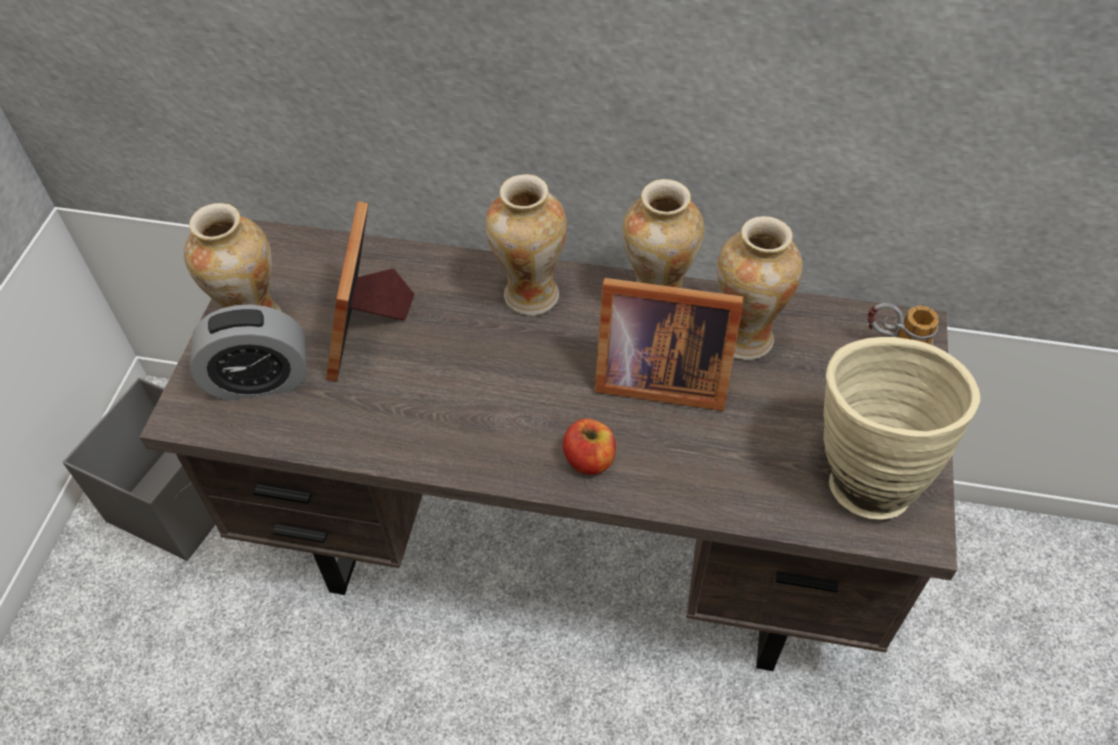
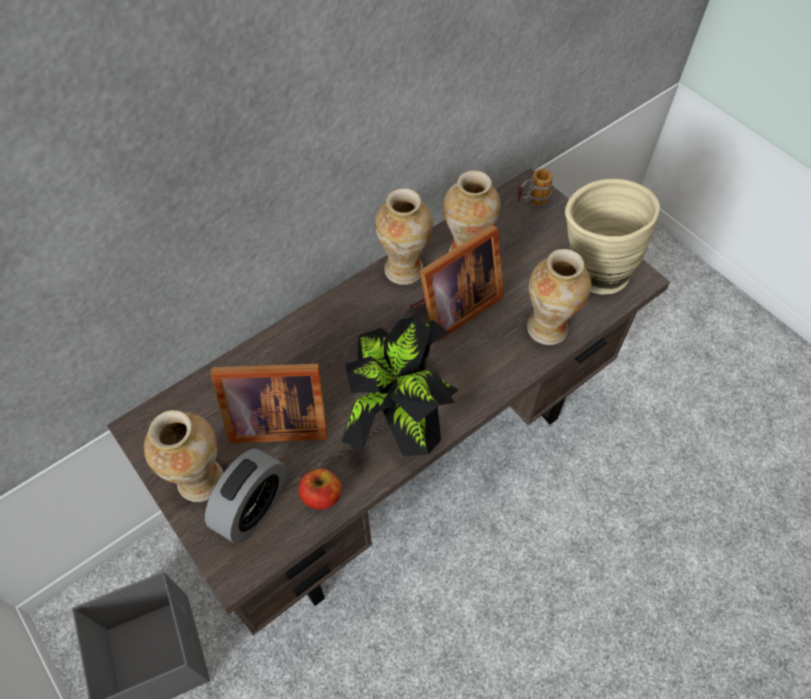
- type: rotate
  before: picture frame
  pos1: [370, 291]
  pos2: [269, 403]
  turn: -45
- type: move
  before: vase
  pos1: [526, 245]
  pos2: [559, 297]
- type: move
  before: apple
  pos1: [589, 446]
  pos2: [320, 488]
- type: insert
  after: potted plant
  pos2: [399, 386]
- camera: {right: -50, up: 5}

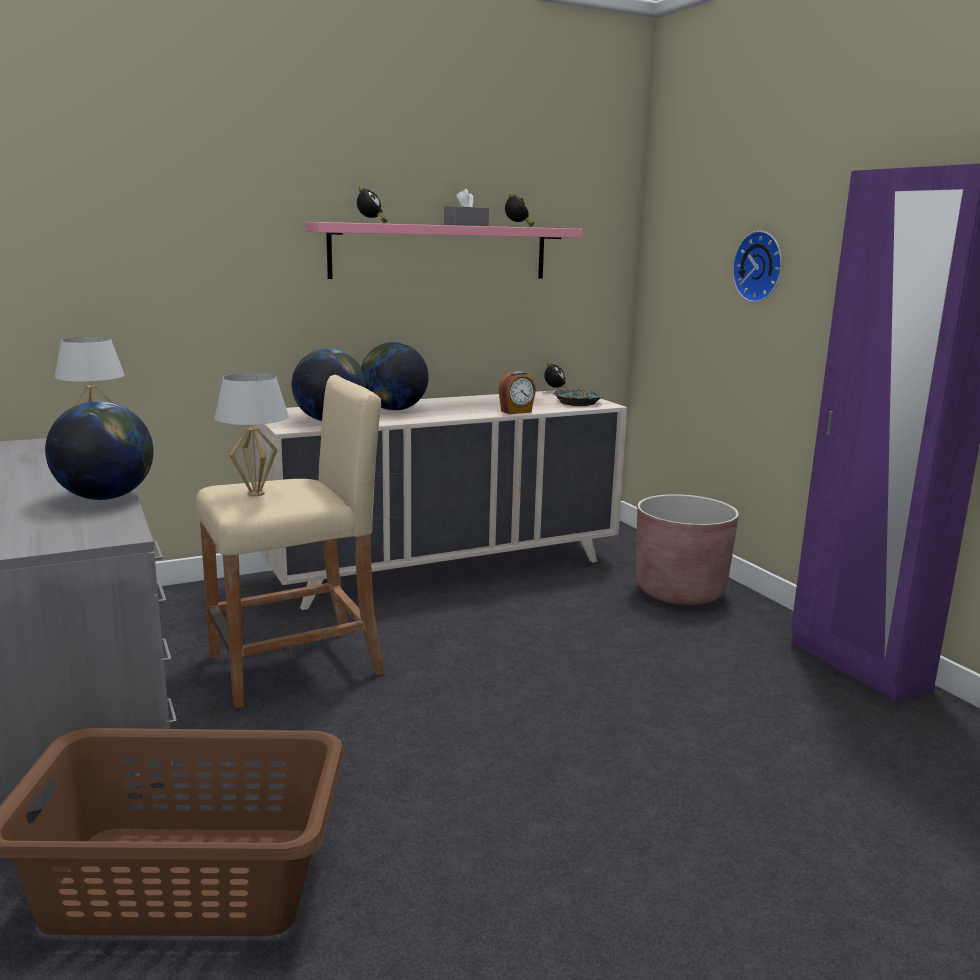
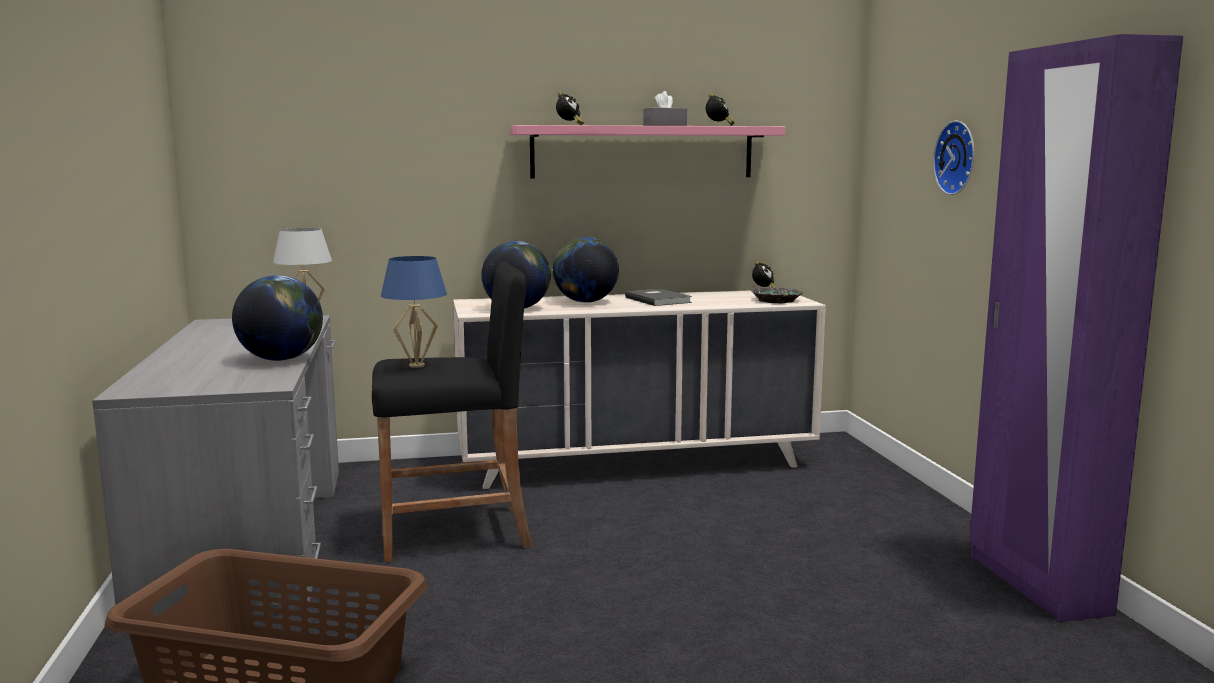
- type: recolor
  before: stool in beige
  after: stool in black
  pos1: [291, 541]
  pos2: [452, 411]
- type: recolor
  before: table lamp in white
  after: table lamp in blue
  pos1: [251, 435]
  pos2: [414, 312]
- type: delete
  before: alarm clock
  pos1: [517, 392]
- type: delete
  before: planter in brown
  pos1: [687, 549]
- type: insert
  after: book in grey
  pos2: [658, 297]
- camera: {right: 15, up: -5}

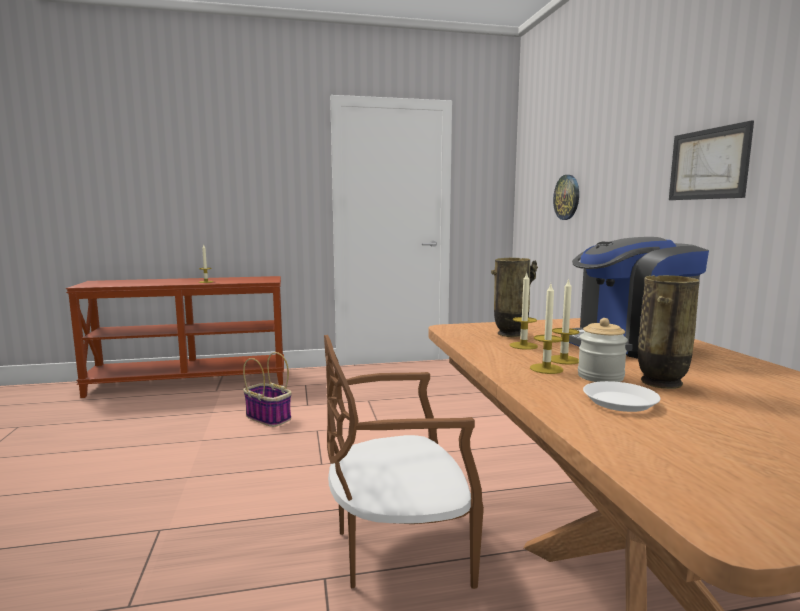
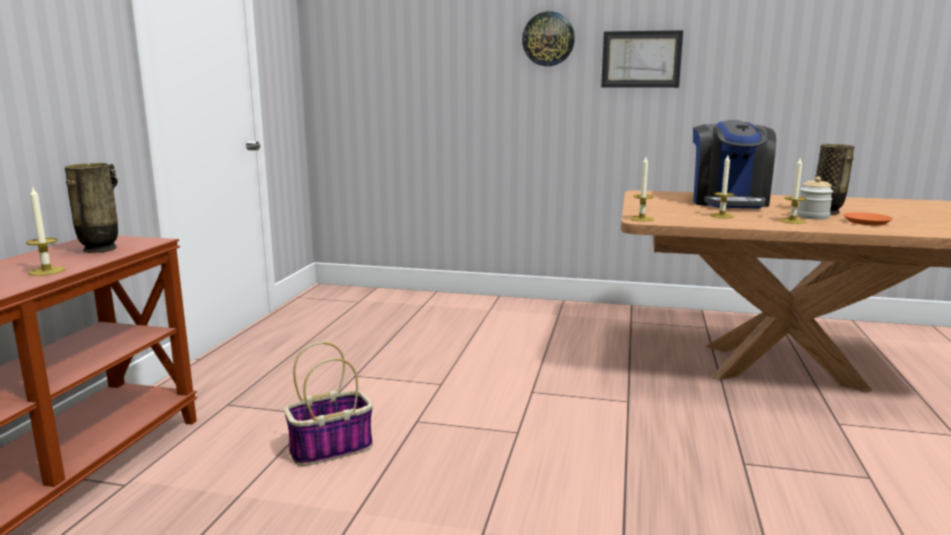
- type: delete
  before: chair in brown
  pos1: [404, 462]
- type: move
  before: vase
  pos1: [514, 297]
  pos2: [91, 208]
- type: move
  before: candle
  pos1: [565, 321]
  pos2: [642, 189]
- type: move
  before: wall clock
  pos1: [566, 197]
  pos2: [548, 38]
- type: recolor
  before: plate in white
  after: plate in orange
  pos1: [622, 396]
  pos2: [868, 218]
- camera: {right: -65, up: 5}

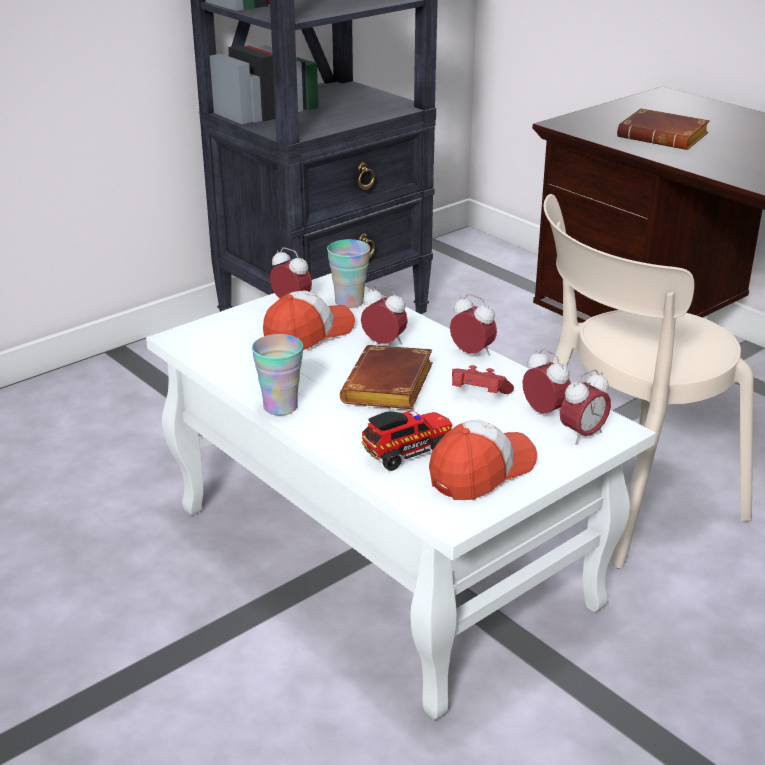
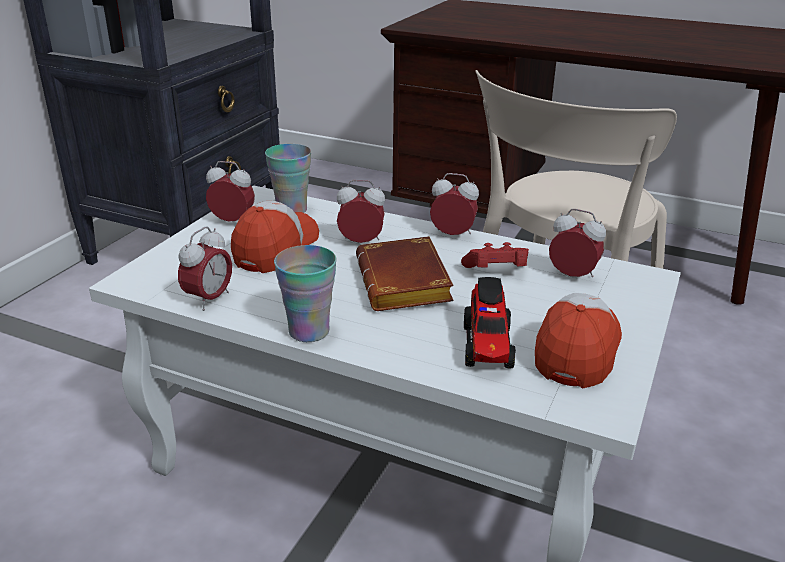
- type: rotate
  before: toy truck
  pos1: [407, 440]
  pos2: [490, 322]
  turn: 150
- type: move
  before: alarm clock
  pos1: [585, 407]
  pos2: [205, 268]
- type: delete
  before: book in brown
  pos1: [663, 129]
- camera: {right: -25, up: 0}

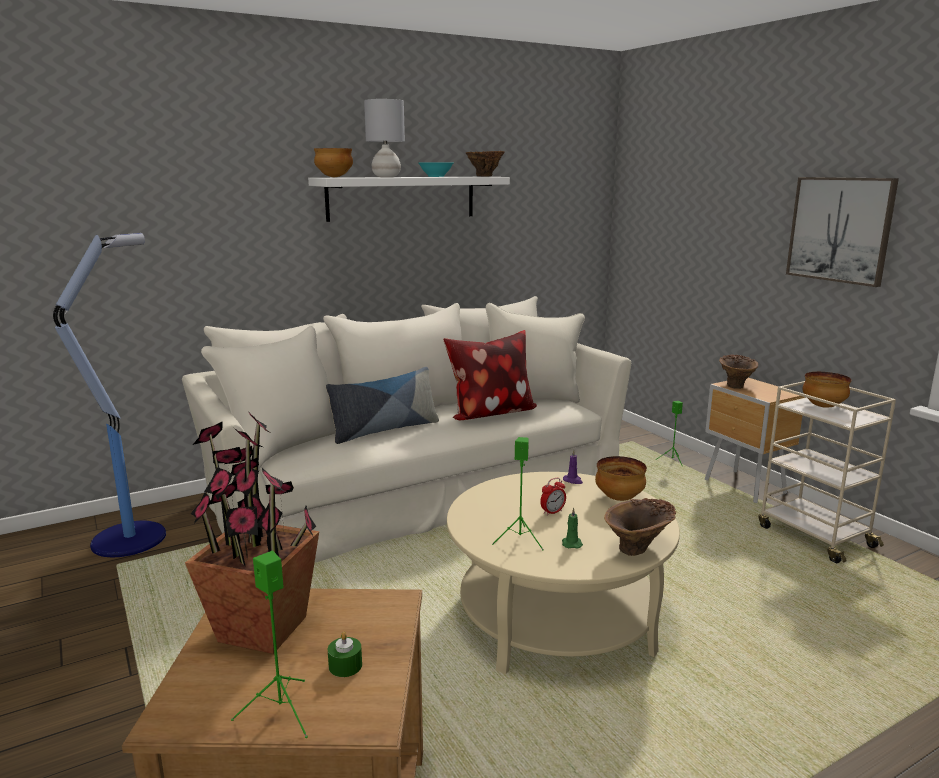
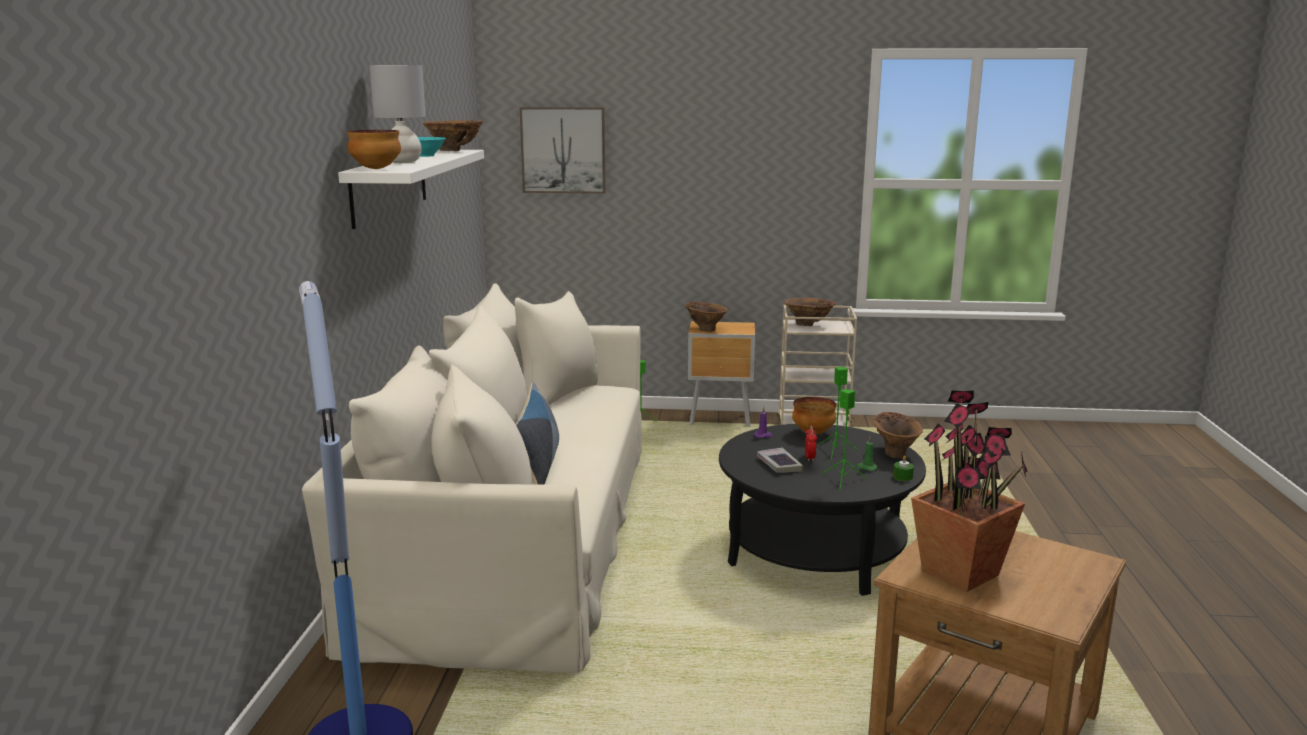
- type: move
  before: speaker in green
  pos1: [269, 644]
  pos2: [838, 414]
- type: move
  before: candle in green
  pos1: [345, 654]
  pos2: [903, 468]
- type: delete
  before: pillow
  pos1: [490, 375]
- type: recolor
  before: coffee table in beige
  after: coffee table in black
  pos1: [563, 573]
  pos2: [822, 510]
- type: move
  before: picture
  pos1: [842, 232]
  pos2: [562, 150]
- type: replace
  before: bowl
  after: vase in brown
  pos1: [827, 390]
  pos2: [810, 312]
- type: insert
  after: book
  pos2: [780, 460]
- camera: {right: -55, up: 0}

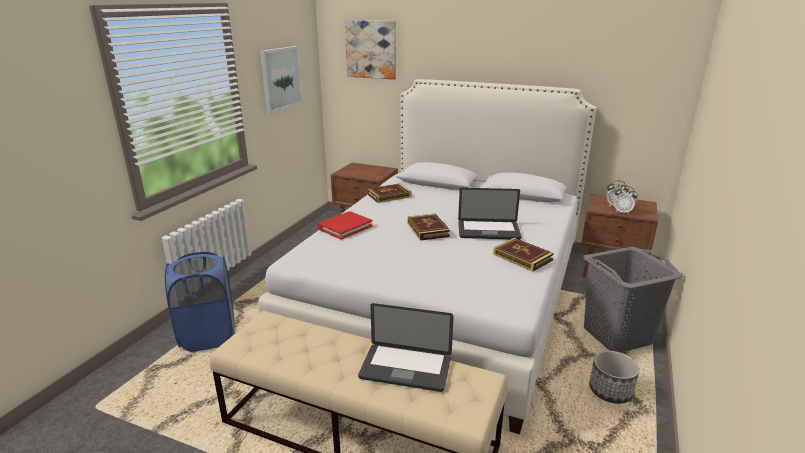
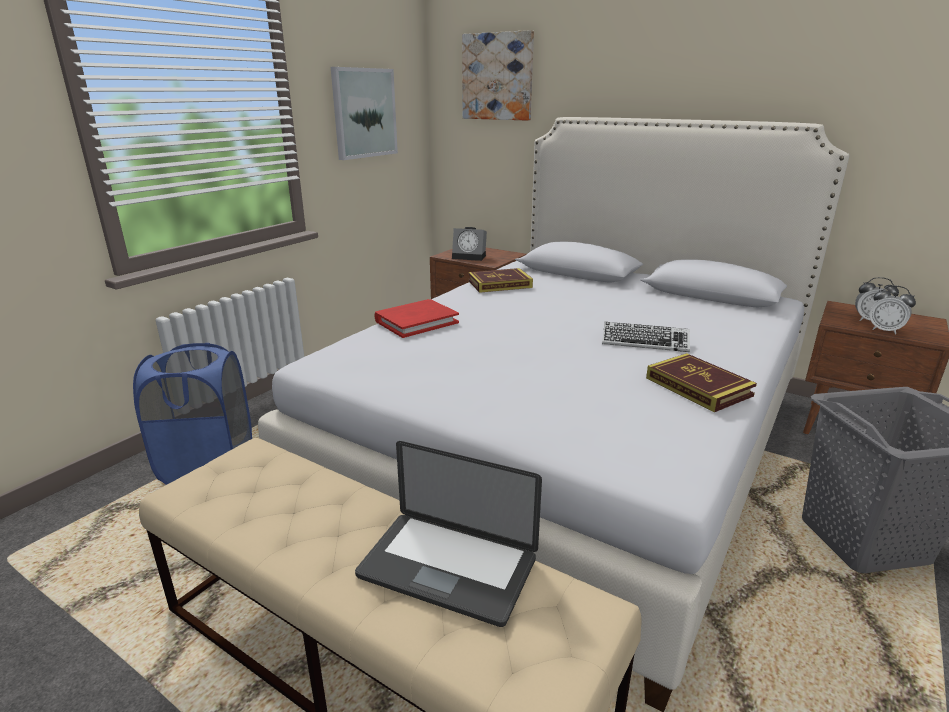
- type: delete
  before: book
  pos1: [429, 227]
- type: replace
  before: laptop
  after: keyboard
  pos1: [490, 214]
  pos2: [646, 337]
- type: delete
  before: planter
  pos1: [614, 377]
- type: insert
  after: alarm clock
  pos2: [469, 244]
- camera: {right: 10, up: 0}

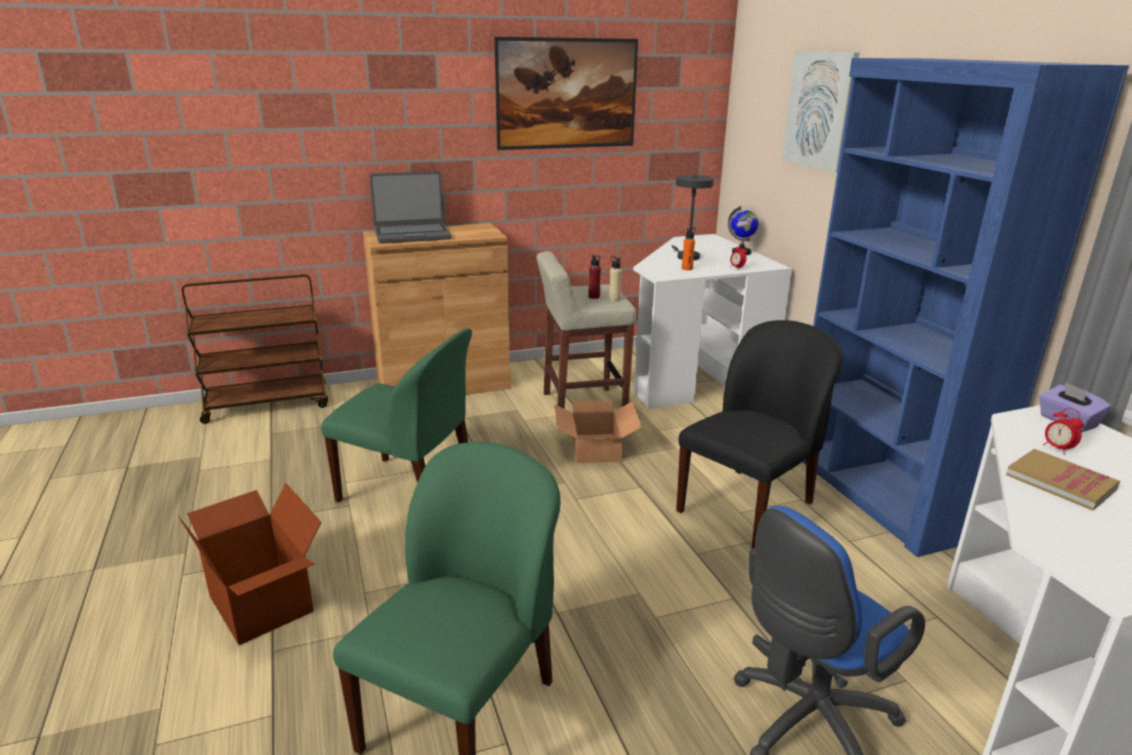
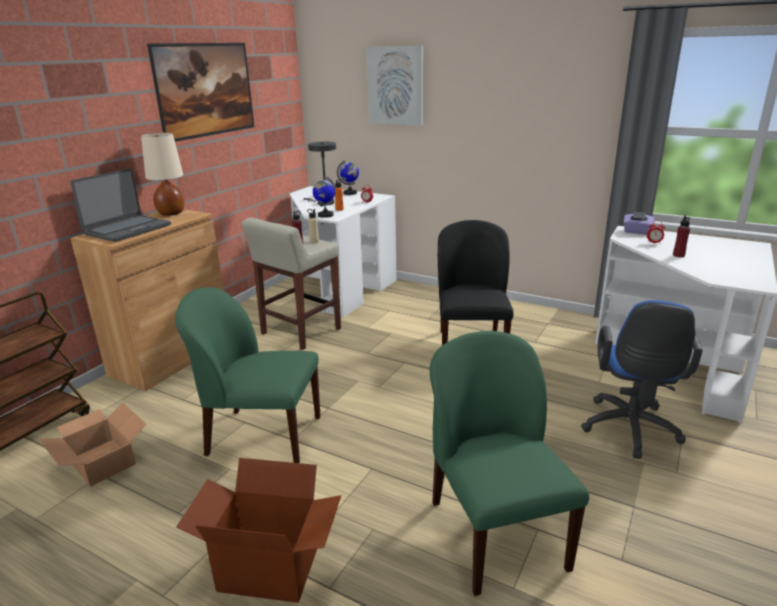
- type: rotate
  before: chair in green
  pos1: [396, 415]
  pos2: [248, 375]
  turn: -150
- type: move
  before: cardboard box
  pos1: [598, 431]
  pos2: [92, 444]
- type: delete
  before: bookcase in blue
  pos1: [966, 307]
- type: replace
  before: book
  after: bottle in red
  pos1: [1063, 480]
  pos2: [681, 236]
- type: insert
  after: table lamp in beige
  pos2: [163, 174]
- type: insert
  after: globe
  pos2: [324, 197]
- camera: {right: -40, up: 0}

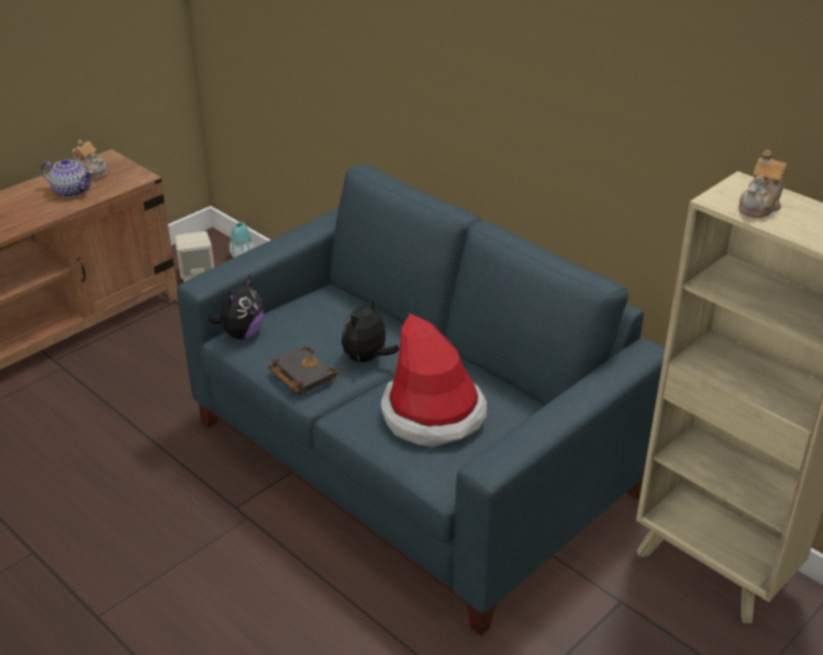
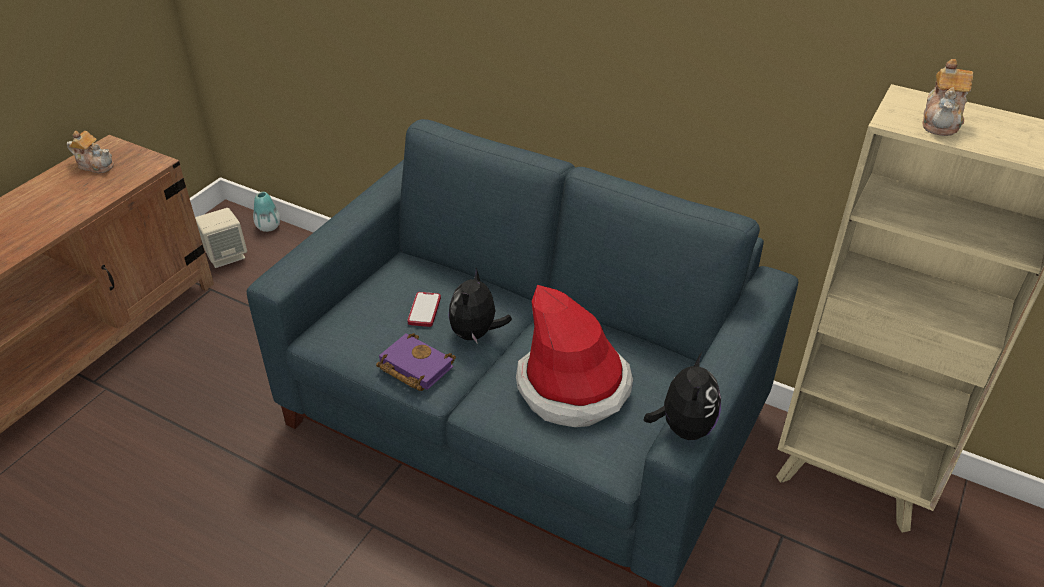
- type: delete
  before: teapot
  pos1: [67, 178]
- type: move
  before: plush toy
  pos1: [236, 307]
  pos2: [682, 396]
- type: recolor
  before: book in black
  after: book in purple
  pos1: [303, 370]
  pos2: [416, 362]
- type: insert
  after: phone
  pos2: [424, 309]
- camera: {right: -15, up: 5}

